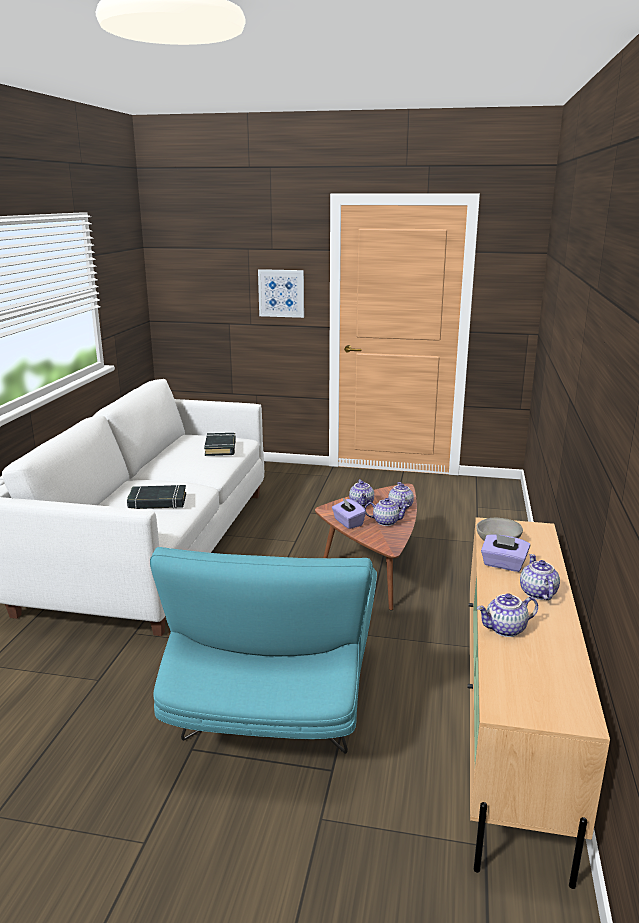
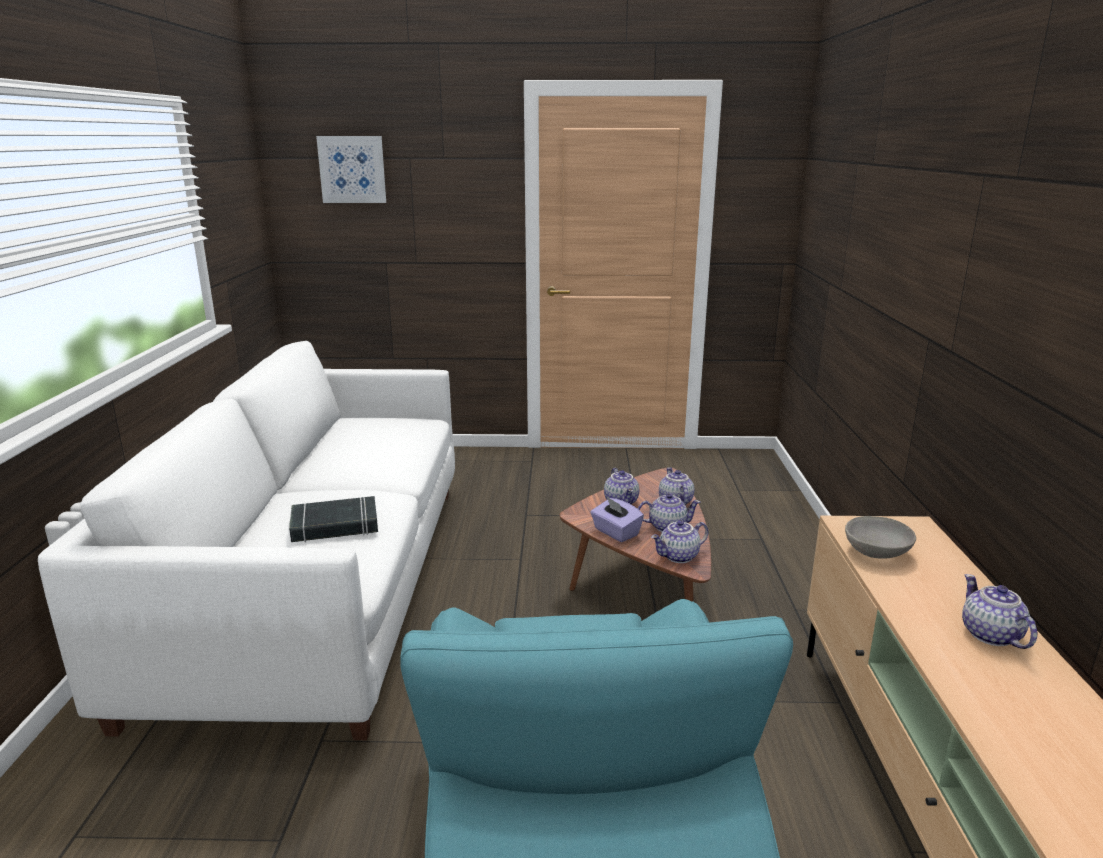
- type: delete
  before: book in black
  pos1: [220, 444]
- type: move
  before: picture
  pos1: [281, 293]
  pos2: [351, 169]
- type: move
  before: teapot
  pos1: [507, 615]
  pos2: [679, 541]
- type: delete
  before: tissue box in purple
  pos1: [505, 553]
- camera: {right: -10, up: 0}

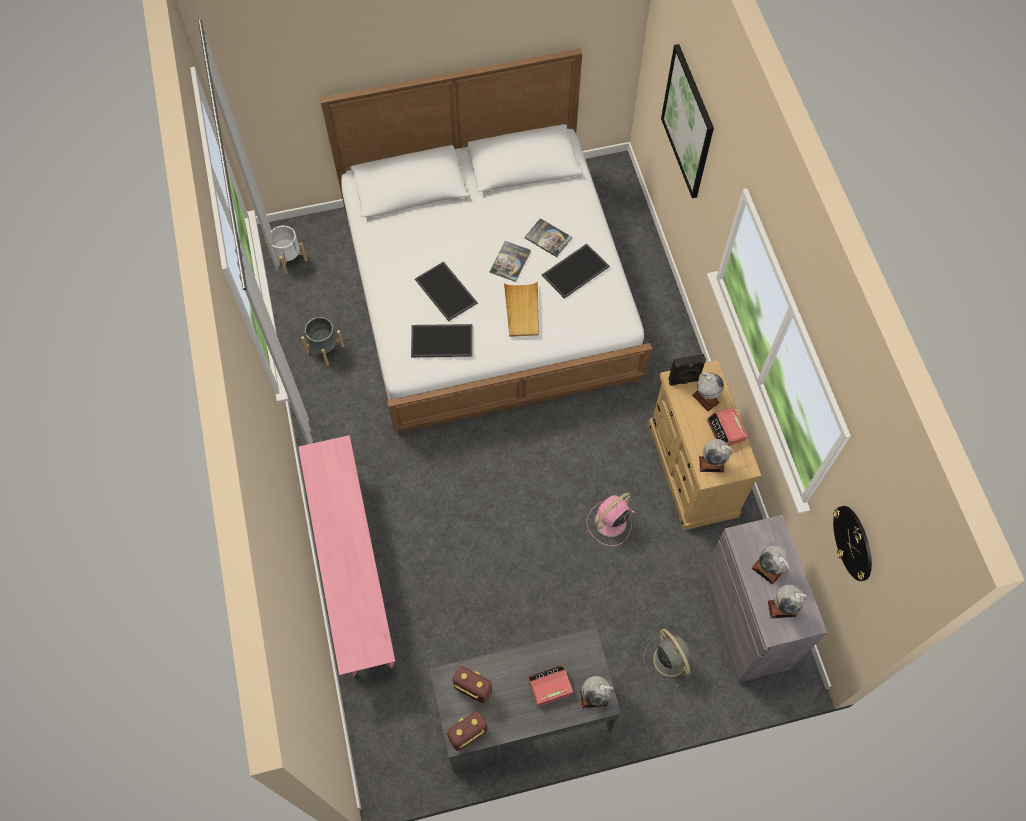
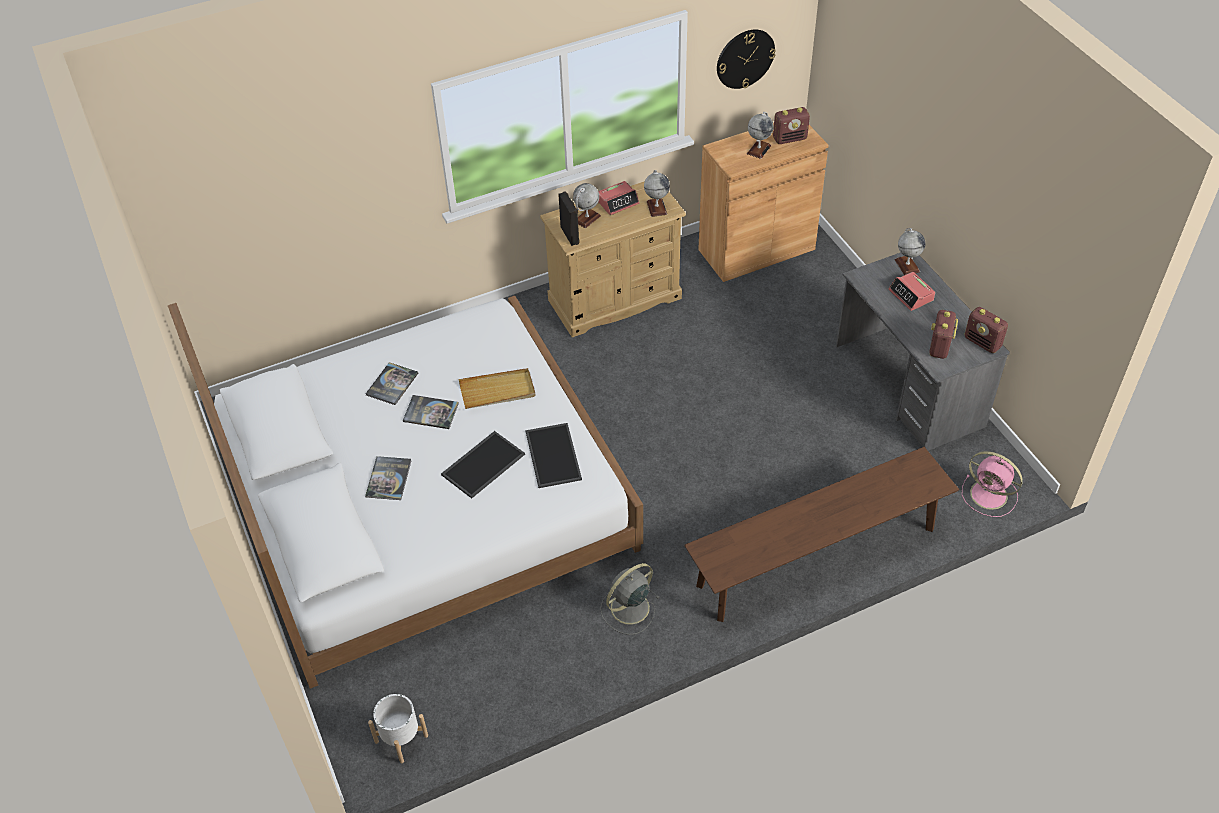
- type: recolor
  before: bench in pink
  after: bench in brown
  pos1: [346, 556]
  pos2: [821, 534]
- type: delete
  before: planter in grey
  pos1: [322, 341]
- type: delete
  before: tray
  pos1: [575, 271]
- type: move
  before: fan in pink
  pos1: [610, 519]
  pos2: [992, 484]
- type: move
  before: fan in grey
  pos1: [669, 657]
  pos2: [630, 599]
- type: delete
  before: picture
  pos1: [687, 121]
- type: recolor
  before: cabinet in grey
  after: cabinet in brown
  pos1: [764, 599]
  pos2: [763, 202]
- type: replace
  before: globe
  after: radio
  pos1: [787, 602]
  pos2: [791, 125]
- type: insert
  after: book
  pos2: [388, 478]
- camera: {right: -100, up: -15}

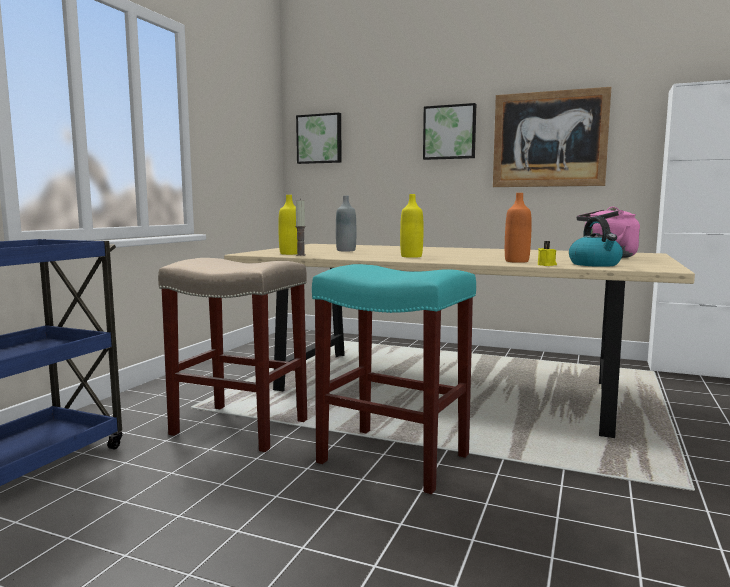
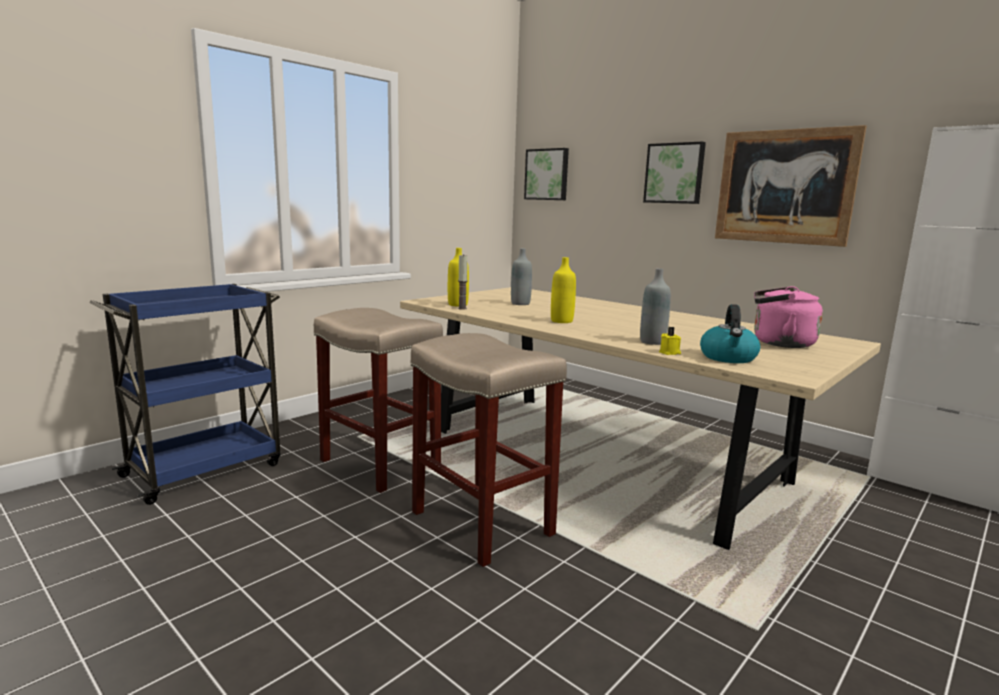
- type: recolor
  before: stool in turquoise
  after: stool in beige
  pos1: [394, 379]
  pos2: [489, 450]
- type: recolor
  before: bottle in orange
  after: bottle in grey
  pos1: [518, 228]
  pos2: [655, 306]
- camera: {right: 20, up: 5}

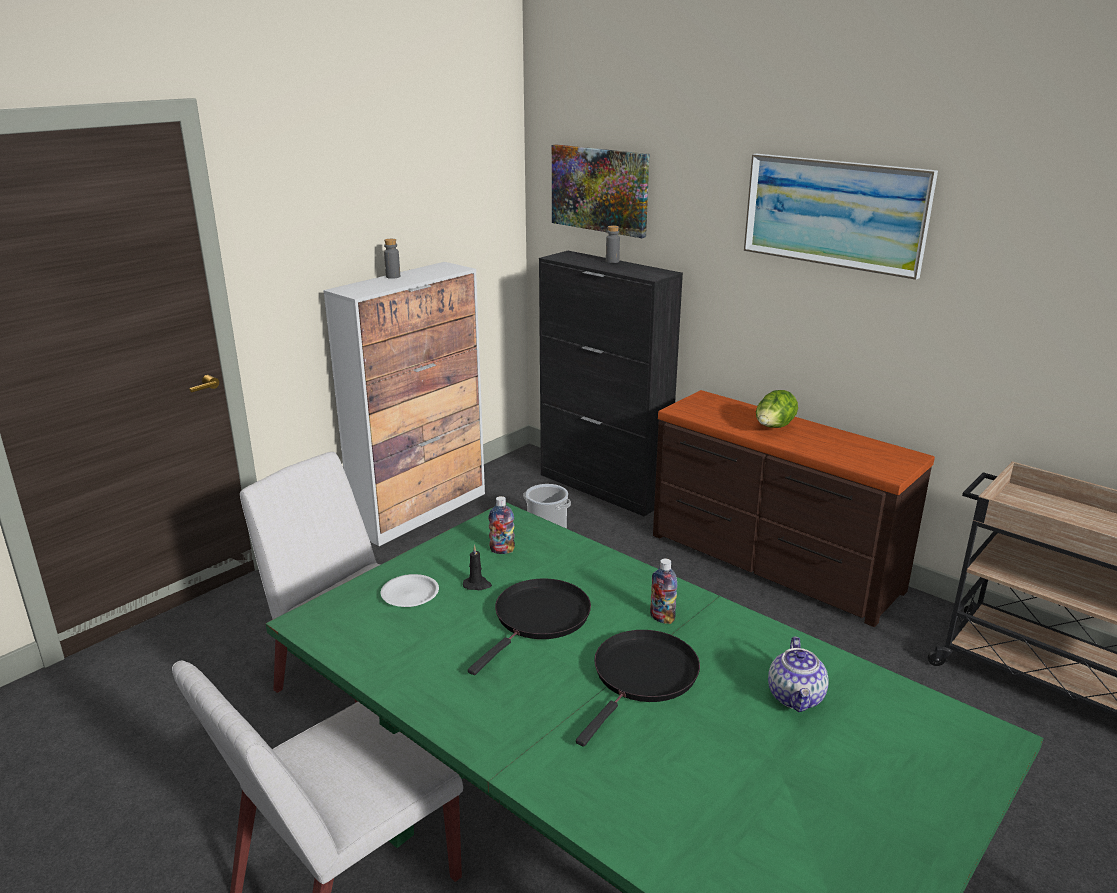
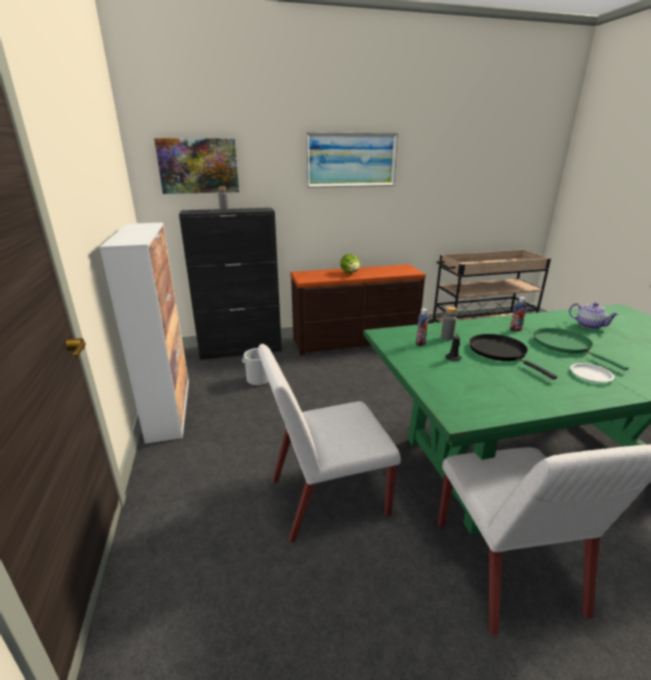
- type: move
  before: plate in white
  pos1: [410, 590]
  pos2: [592, 372]
- type: move
  before: bottle in grey
  pos1: [392, 259]
  pos2: [449, 323]
- type: recolor
  before: frying pan in black
  after: frying pan in green
  pos1: [638, 688]
  pos2: [581, 349]
- camera: {right: -55, up: 0}

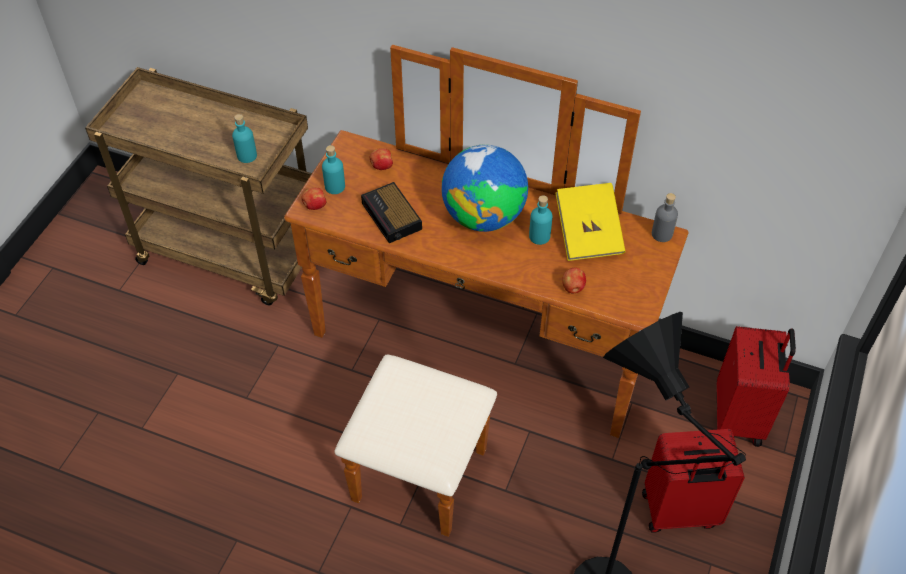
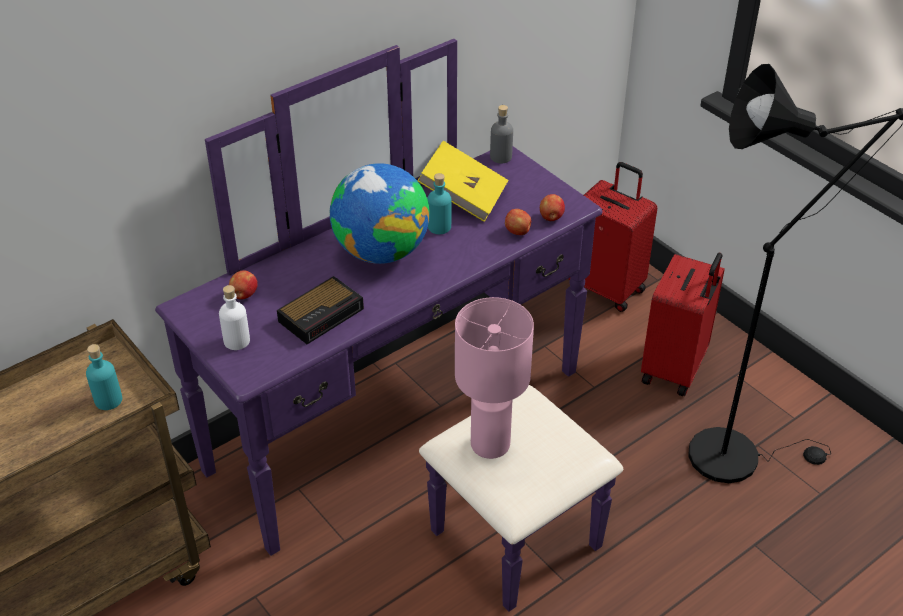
- type: recolor
  before: dresser in brown
  after: dresser in purple
  pos1: [486, 291]
  pos2: [389, 325]
- type: move
  before: apple
  pos1: [313, 198]
  pos2: [552, 207]
- type: recolor
  before: bottle in turquoise
  after: bottle in white
  pos1: [333, 169]
  pos2: [234, 317]
- type: rotate
  before: alarm clock
  pos1: [391, 212]
  pos2: [320, 310]
  turn: -45
- type: insert
  after: table lamp in pink
  pos2: [494, 378]
- camera: {right: -60, up: -10}

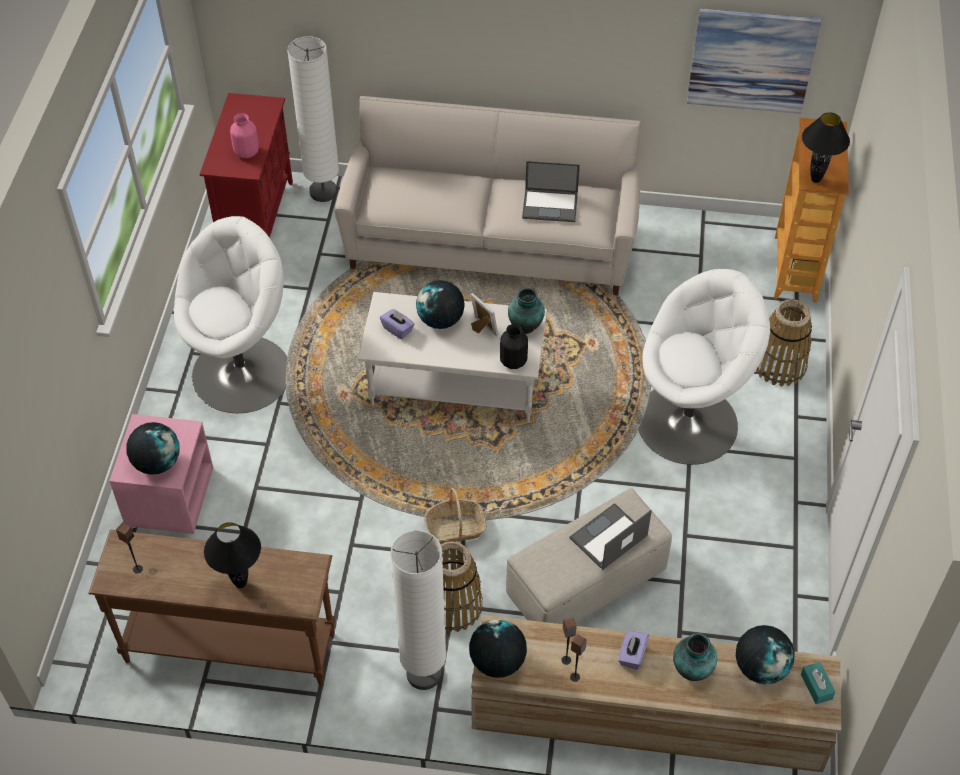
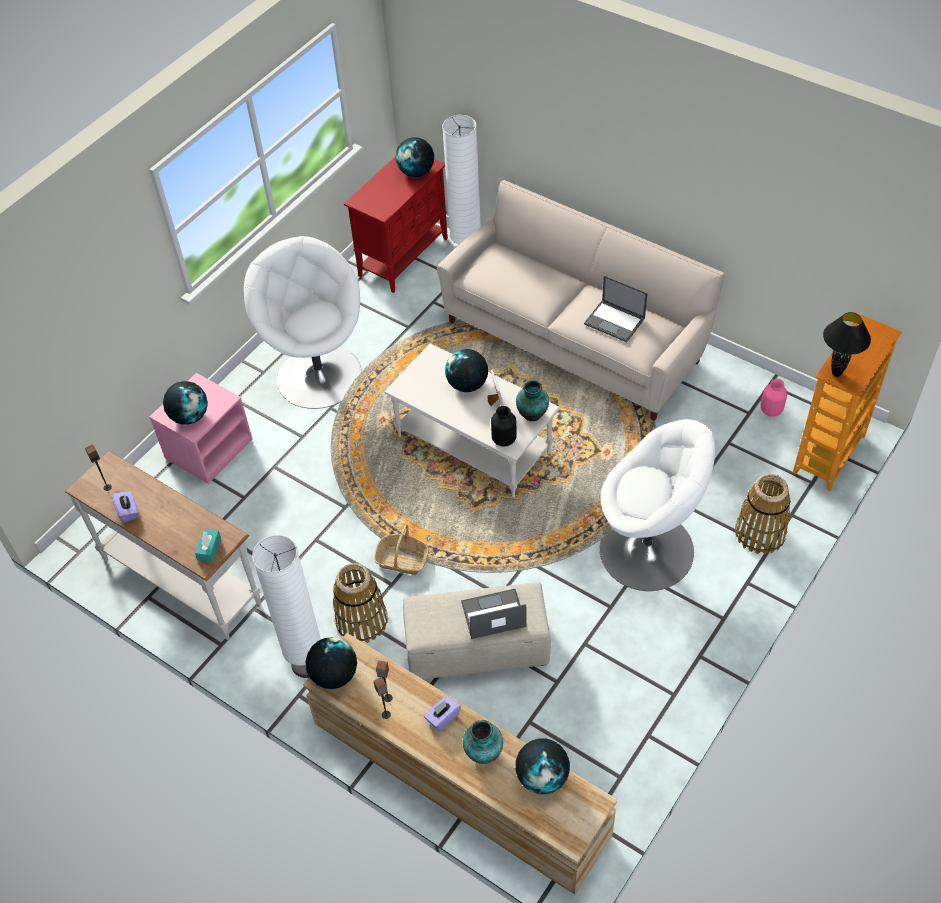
- type: recolor
  before: console table in brown
  after: console table in white
  pos1: [211, 608]
  pos2: [163, 545]
- type: rotate
  before: armchair in white
  pos1: [230, 314]
  pos2: [303, 322]
  turn: -120
- type: delete
  before: table lamp in black
  pos1: [232, 555]
- type: move
  before: vase in pink
  pos1: [244, 135]
  pos2: [774, 398]
- type: move
  before: tissue box in purple
  pos1: [397, 324]
  pos2: [125, 507]
- type: delete
  before: picture
  pos1: [754, 61]
- type: move
  before: tissue box in turquoise
  pos1: [818, 683]
  pos2: [208, 545]
- type: insert
  after: globe
  pos2: [415, 157]
- camera: {right: 30, up: 0}

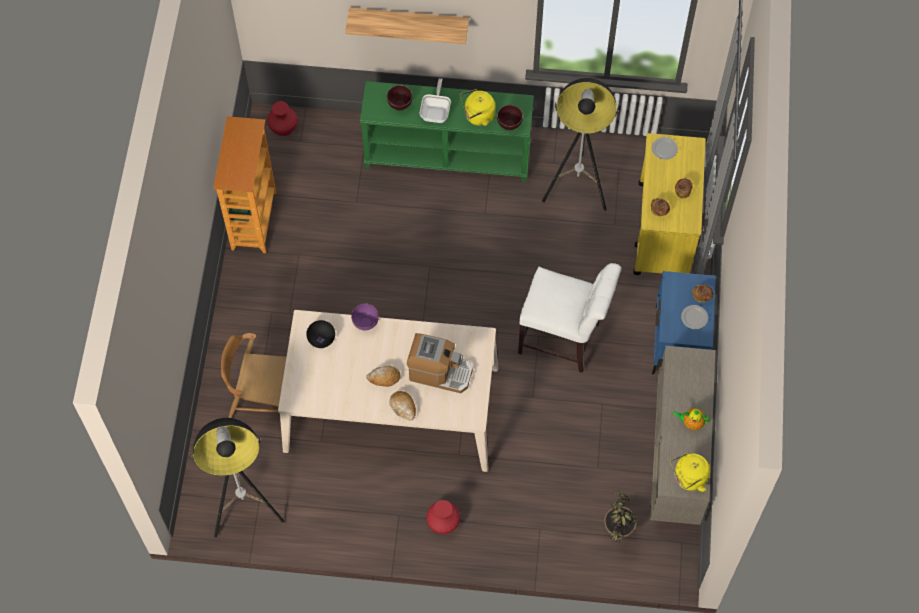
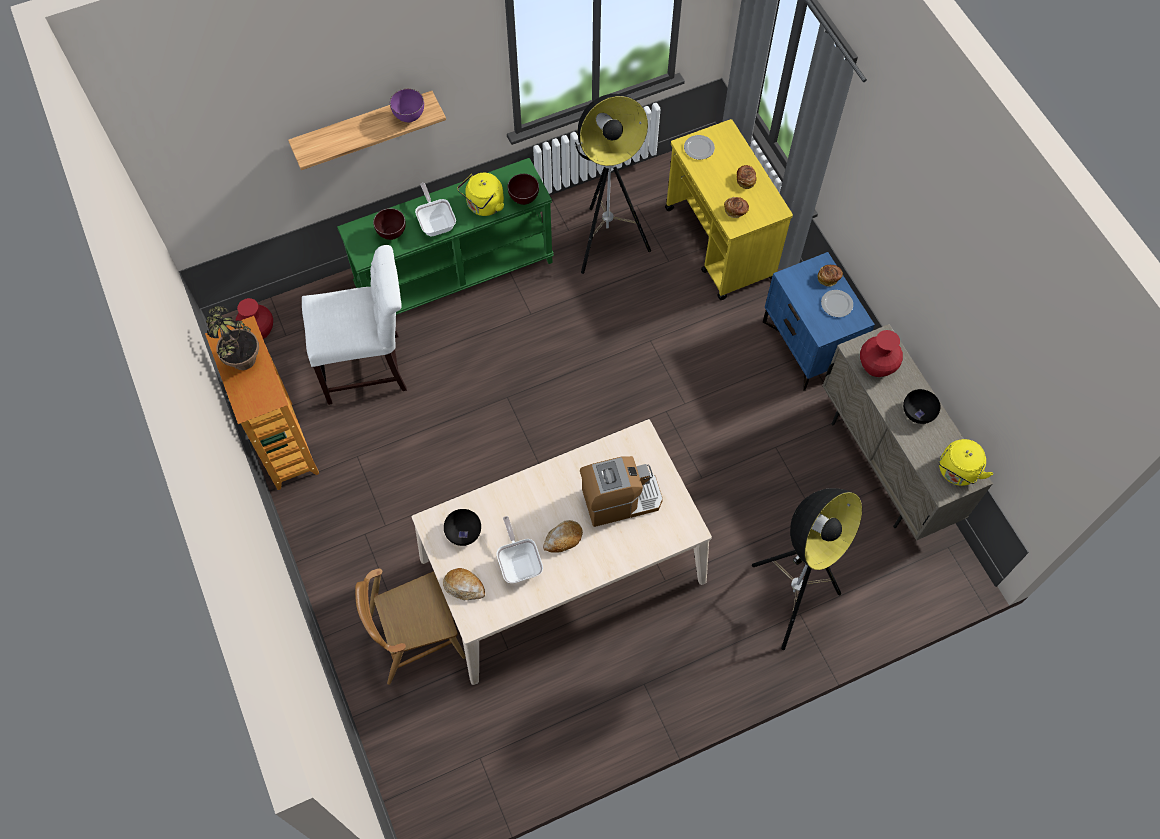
- type: move
  before: floor lamp
  pos1: [238, 477]
  pos2: [807, 569]
- type: move
  before: bowl in purple
  pos1: [365, 316]
  pos2: [407, 106]
- type: move
  before: bread
  pos1: [402, 406]
  pos2: [464, 584]
- type: move
  before: vase in red
  pos1: [443, 517]
  pos2: [881, 353]
- type: move
  before: chair in white
  pos1: [569, 318]
  pos2: [354, 325]
- type: move
  before: potted plant
  pos1: [621, 516]
  pos2: [232, 338]
- type: replace
  before: teapot
  after: bowl in black
  pos1: [691, 419]
  pos2: [921, 406]
- type: insert
  after: frying pan
  pos2: [519, 549]
- camera: {right: -30, up: 0}

